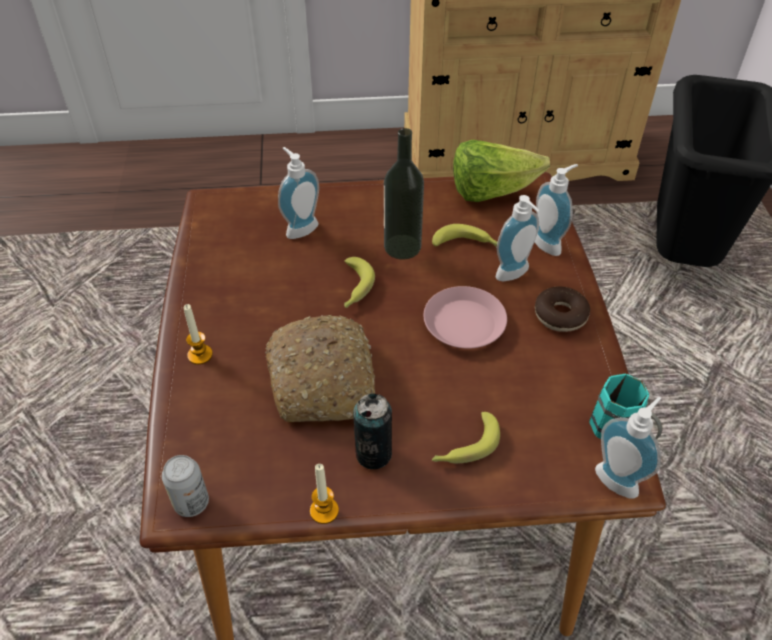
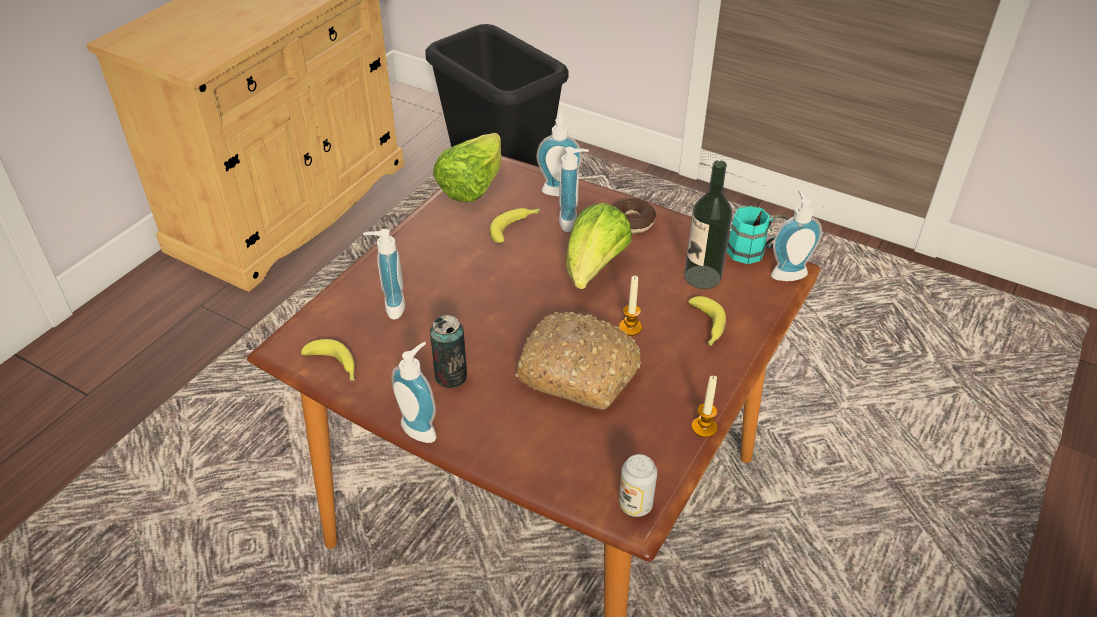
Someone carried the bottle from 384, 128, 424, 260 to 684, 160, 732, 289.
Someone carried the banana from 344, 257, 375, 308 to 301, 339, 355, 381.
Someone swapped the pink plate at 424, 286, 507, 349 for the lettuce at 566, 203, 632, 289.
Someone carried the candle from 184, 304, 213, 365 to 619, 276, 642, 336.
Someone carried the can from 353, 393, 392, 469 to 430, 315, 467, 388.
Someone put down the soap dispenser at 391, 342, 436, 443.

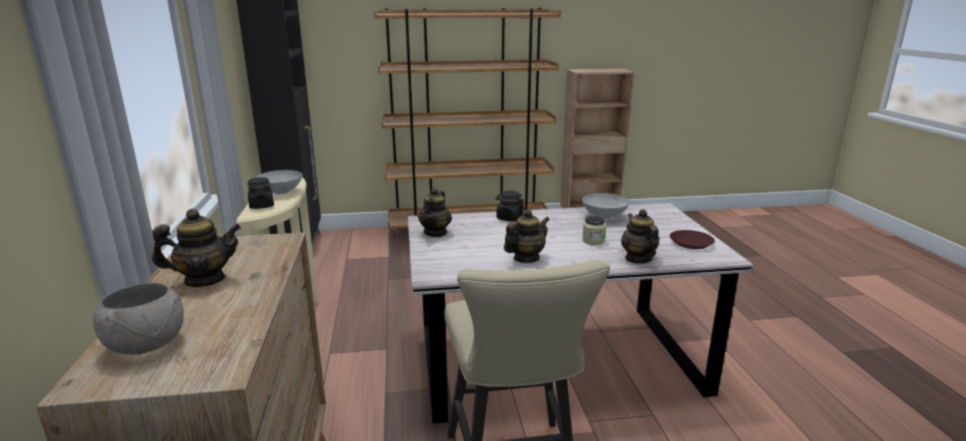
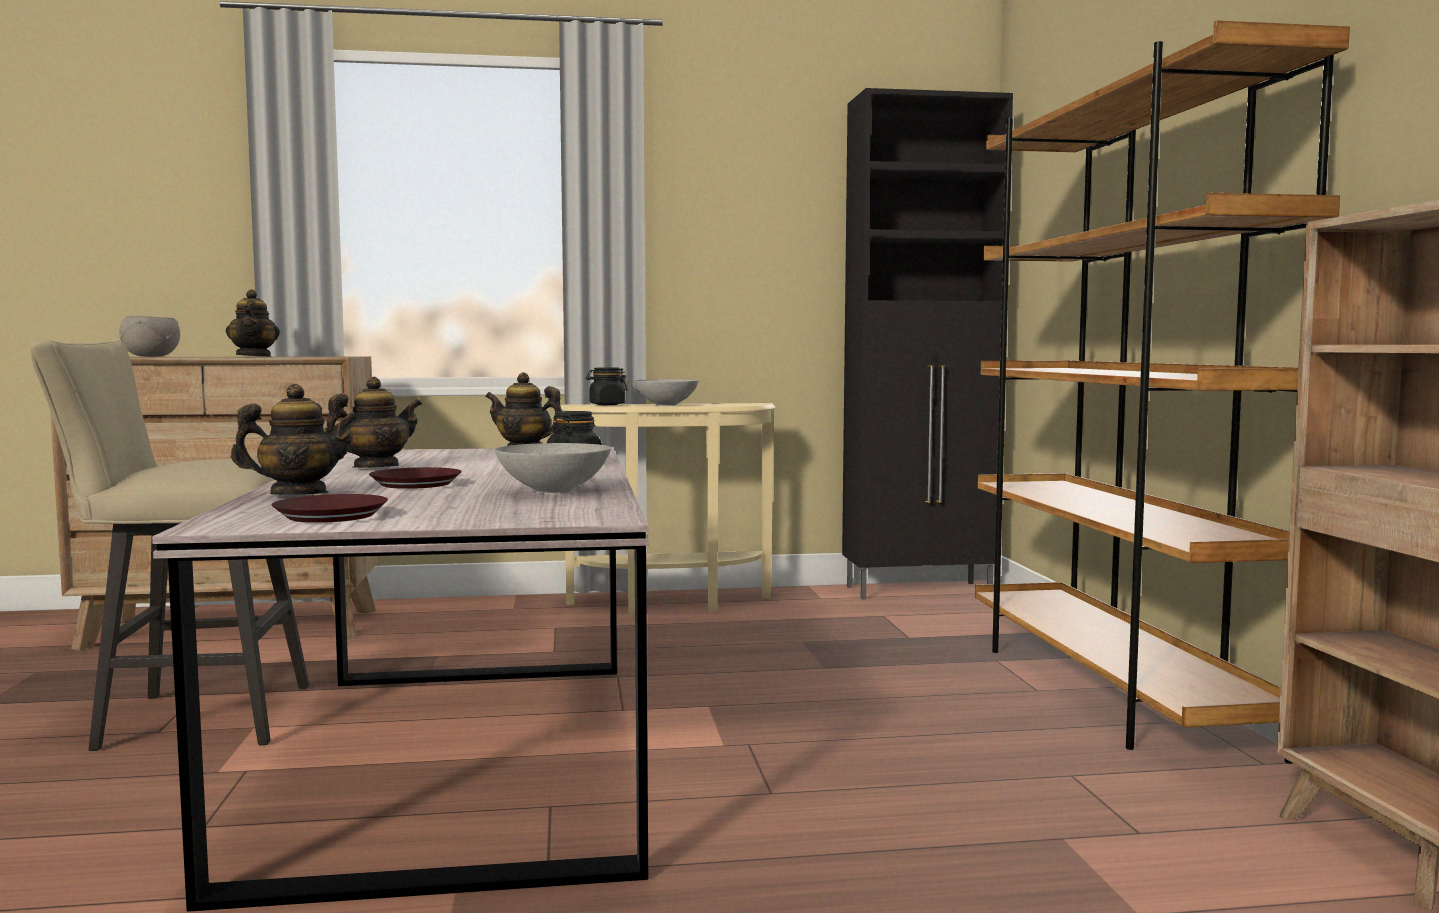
Someone rotated the teapot at 504, 209, 550, 263 by 90 degrees counterclockwise.
Someone swapped the jar at 583, 216, 606, 245 for the brown plate at 369, 467, 462, 489.

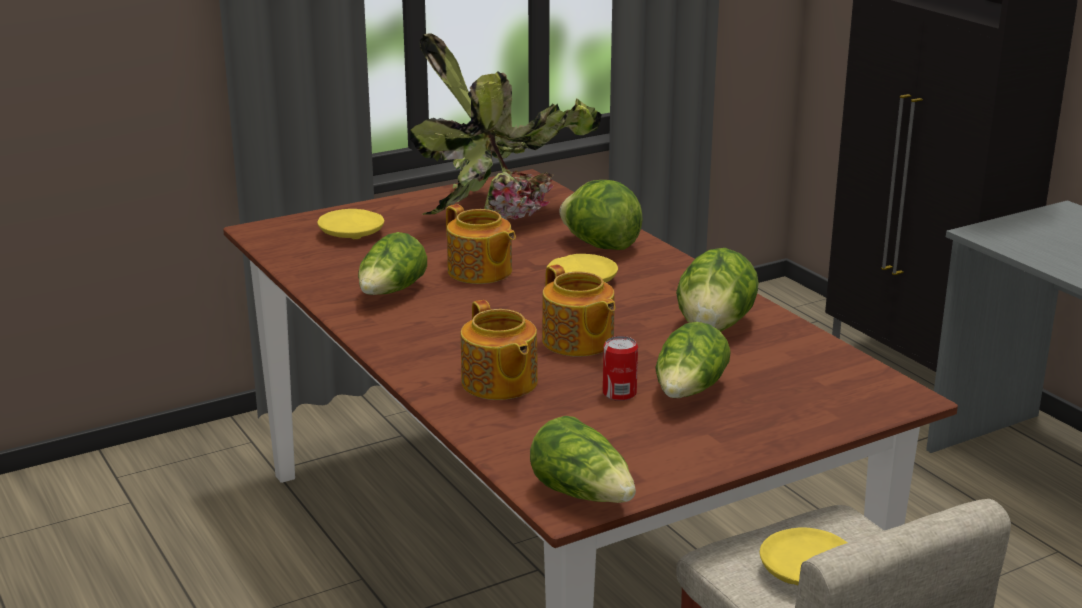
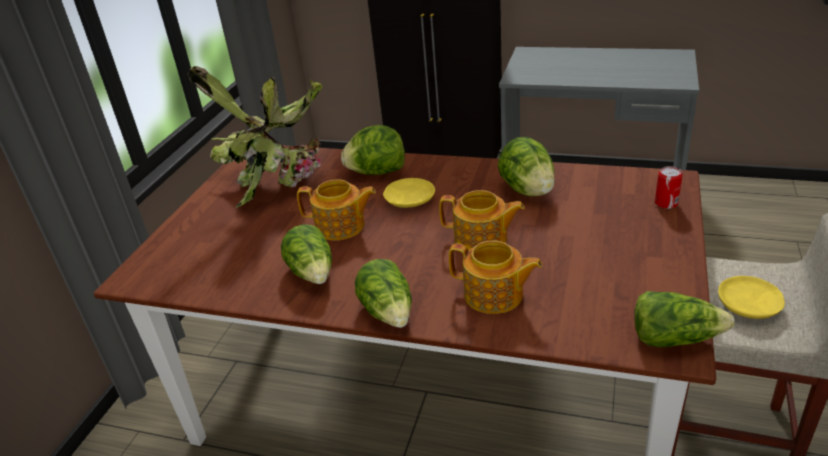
Someone took away the yellow plate at 317, 209, 384, 239.
Someone carried the lettuce from 656, 322, 731, 398 to 355, 259, 412, 328.
Someone carried the can from 603, 336, 638, 401 to 655, 166, 683, 209.

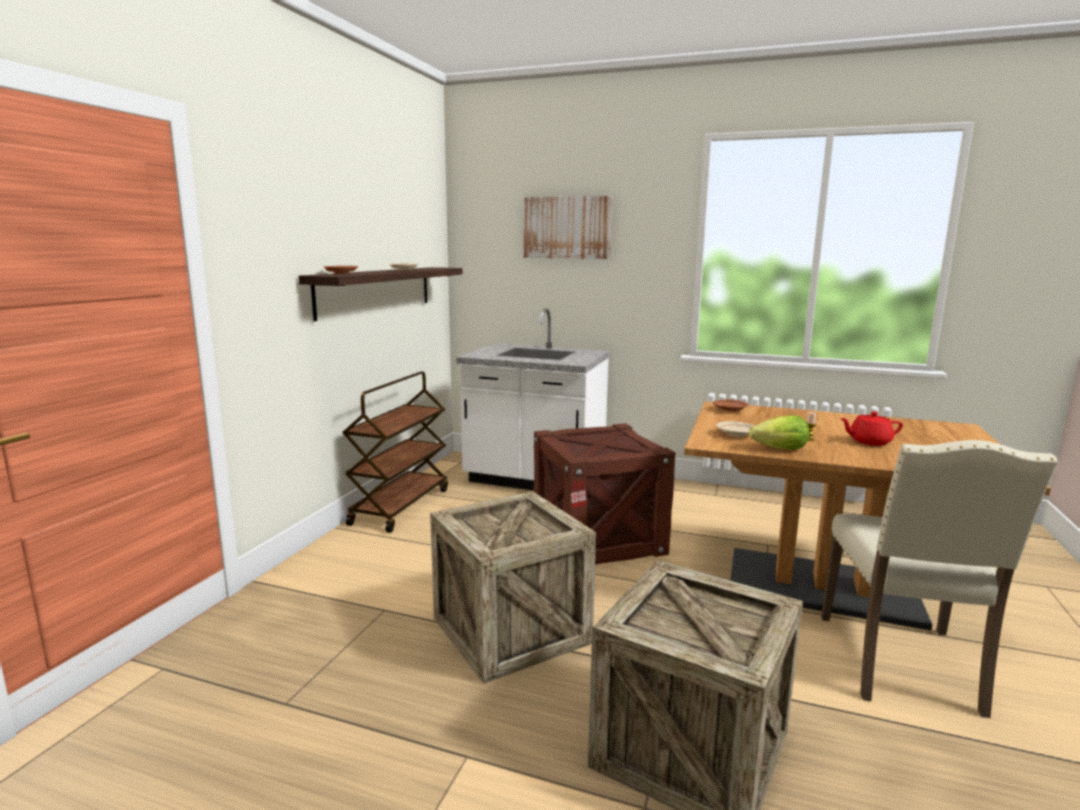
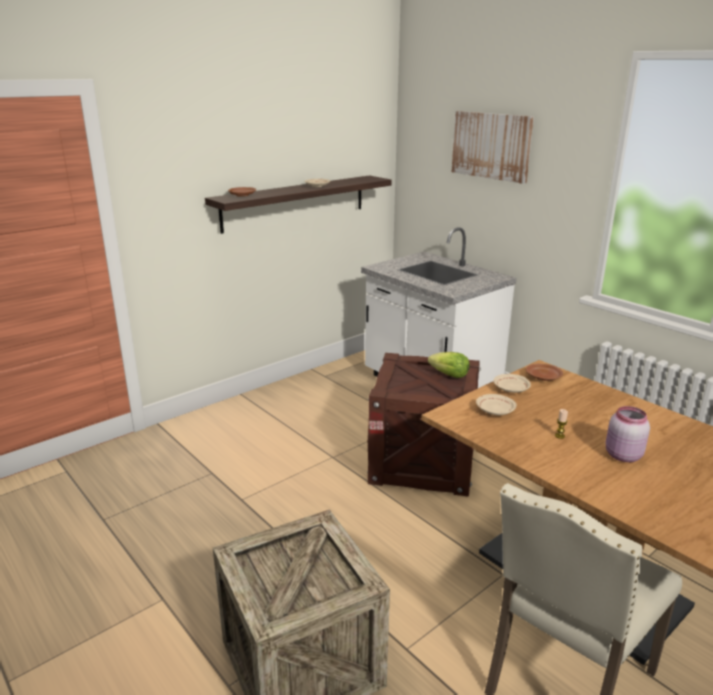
Someone took away the brown cart at 342, 371, 448, 533.
Someone swapped the red teapot at 840, 412, 903, 446 for the pink jar at 605, 406, 650, 462.
Someone carried the lettuce from 749, 415, 809, 450 to 428, 352, 469, 378.
Someone took away the crate at 430, 491, 596, 684.
Someone put down the beige plate at 493, 374, 531, 393.

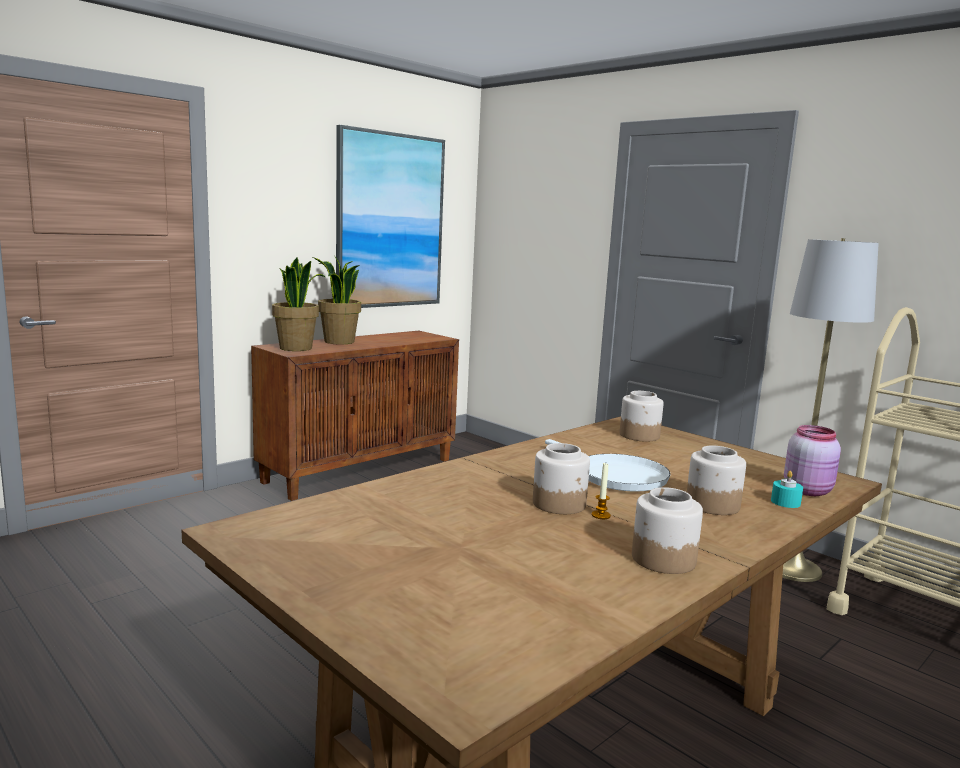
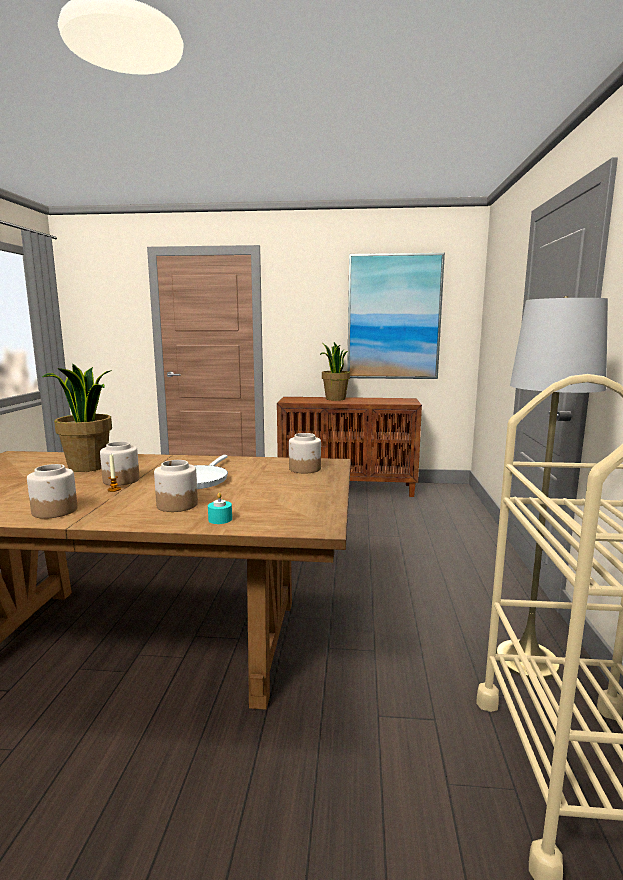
Someone carried the potted plant from 272, 257, 325, 351 to 42, 364, 112, 472.
Someone took away the pink jar at 784, 425, 841, 496.

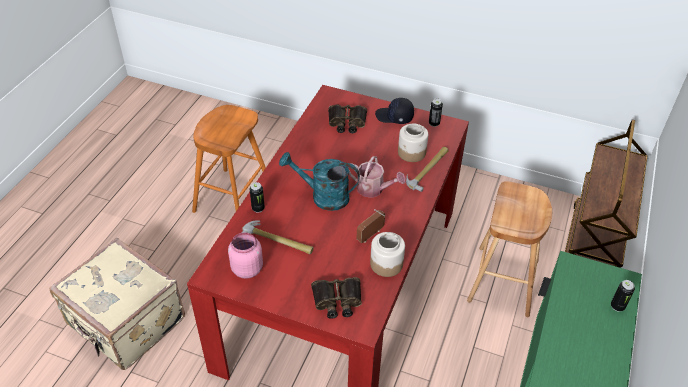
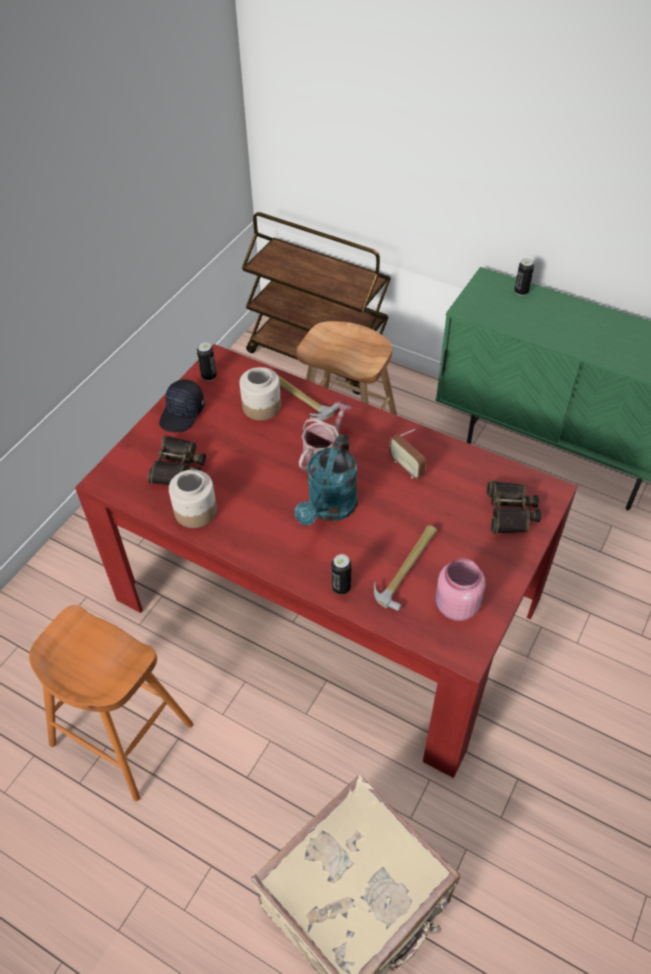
Someone carried the jar from 370, 232, 405, 277 to 169, 470, 217, 528.

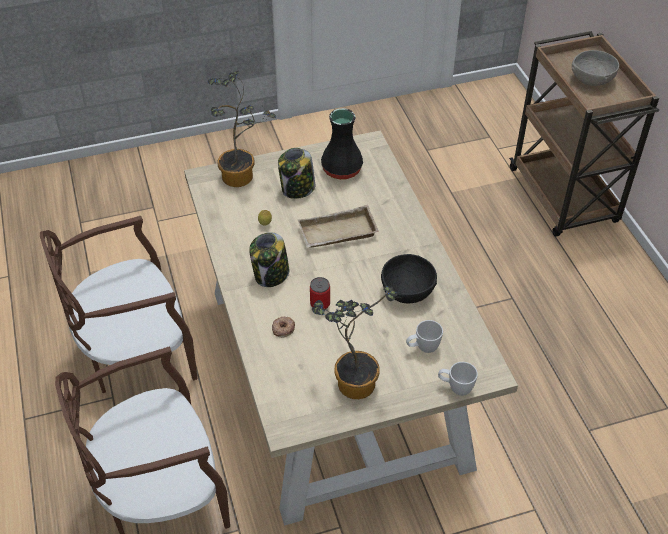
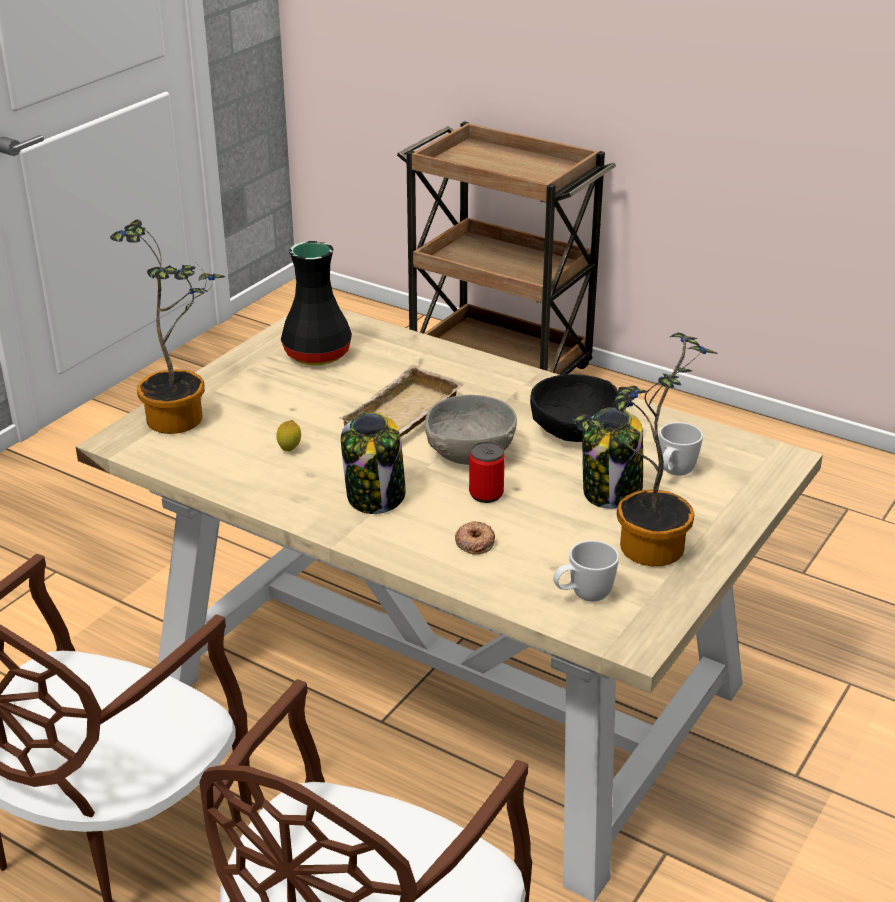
Someone carried the grey bowl from 572, 50, 619, 86 to 425, 395, 517, 465.
Someone carried the jar from 278, 148, 315, 199 to 582, 407, 643, 509.
Someone carried the white mug from 438, 362, 478, 396 to 553, 540, 619, 602.

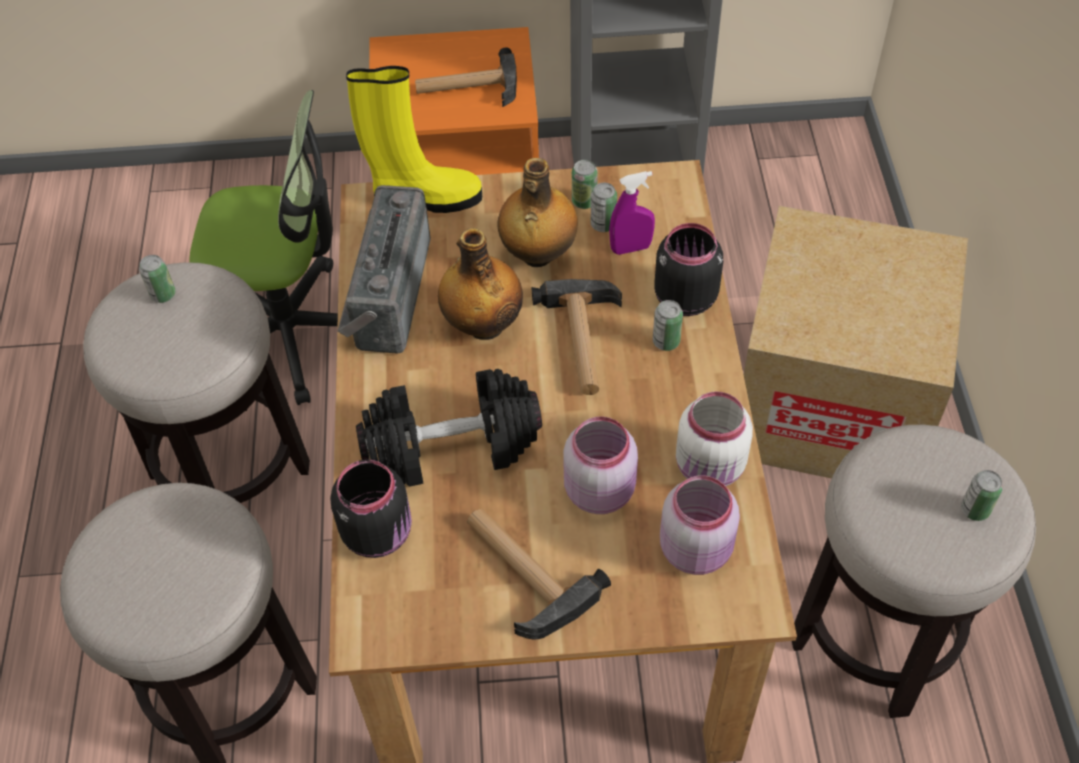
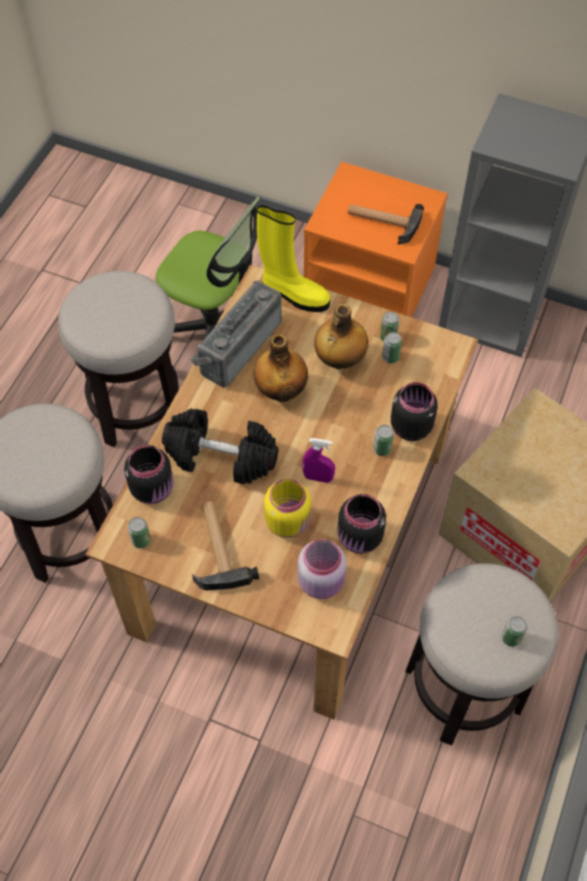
Someone carried the purple spray bottle from 609, 171, 655, 255 to 302, 438, 335, 483.
Someone carried the can from 139, 255, 176, 303 to 128, 517, 151, 548.
Someone took away the hammer at 532, 279, 622, 395.
Someone repainted the white jar at 676, 391, 753, 486, which became the black jar at 338, 494, 386, 554.
Someone repainted the pink jar at 563, 417, 638, 514, which became the yellow jar at 264, 479, 311, 538.

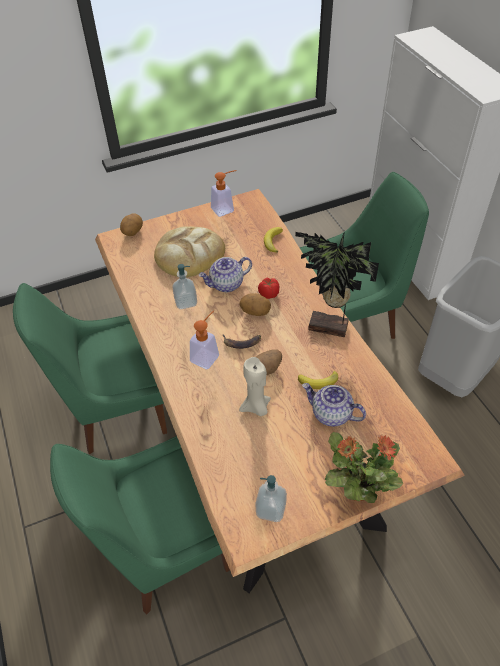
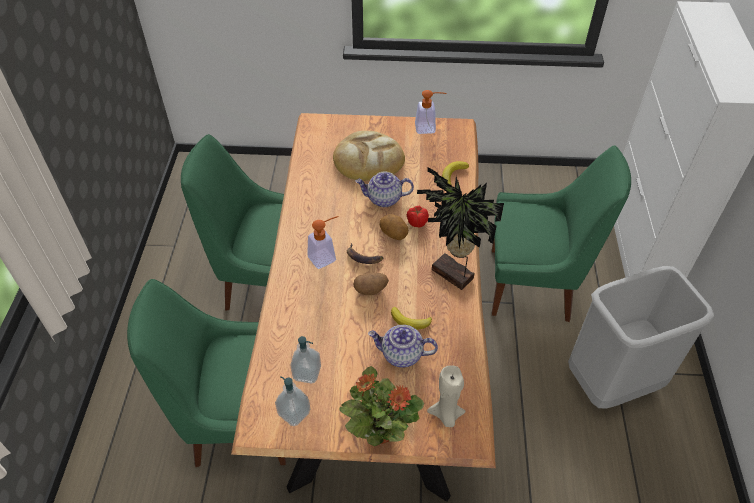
Someone took away the potato at 120, 213, 143, 236.
Someone carried the soap dispenser from 172, 264, 197, 309 to 290, 336, 321, 384.
Someone carried the beige candle from 239, 357, 271, 416 to 427, 365, 466, 427.
Someone rotated the teapot at 302, 383, 366, 427 by 45 degrees counterclockwise.

